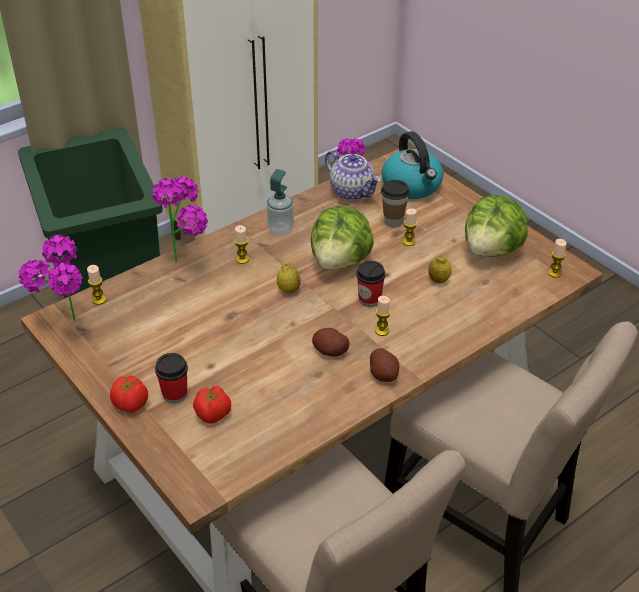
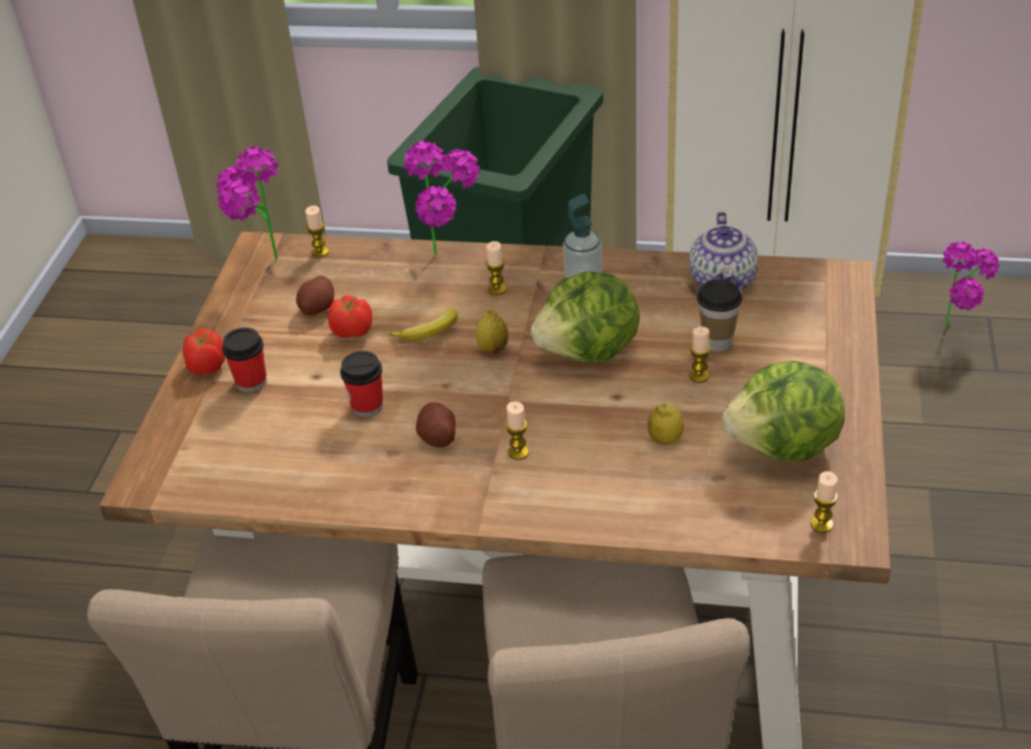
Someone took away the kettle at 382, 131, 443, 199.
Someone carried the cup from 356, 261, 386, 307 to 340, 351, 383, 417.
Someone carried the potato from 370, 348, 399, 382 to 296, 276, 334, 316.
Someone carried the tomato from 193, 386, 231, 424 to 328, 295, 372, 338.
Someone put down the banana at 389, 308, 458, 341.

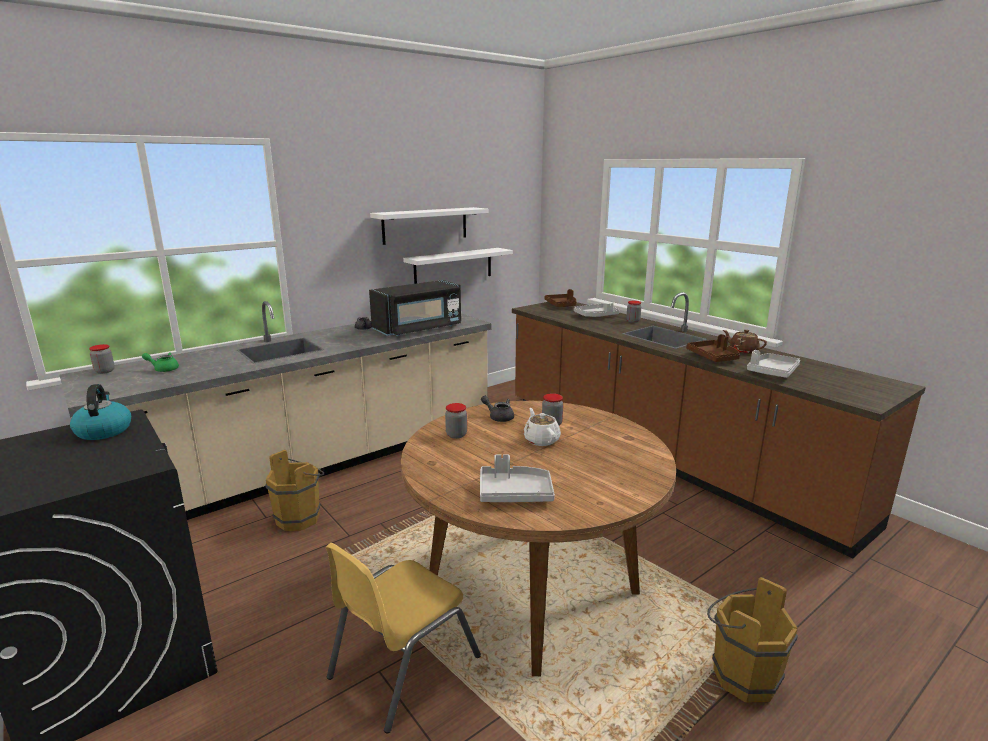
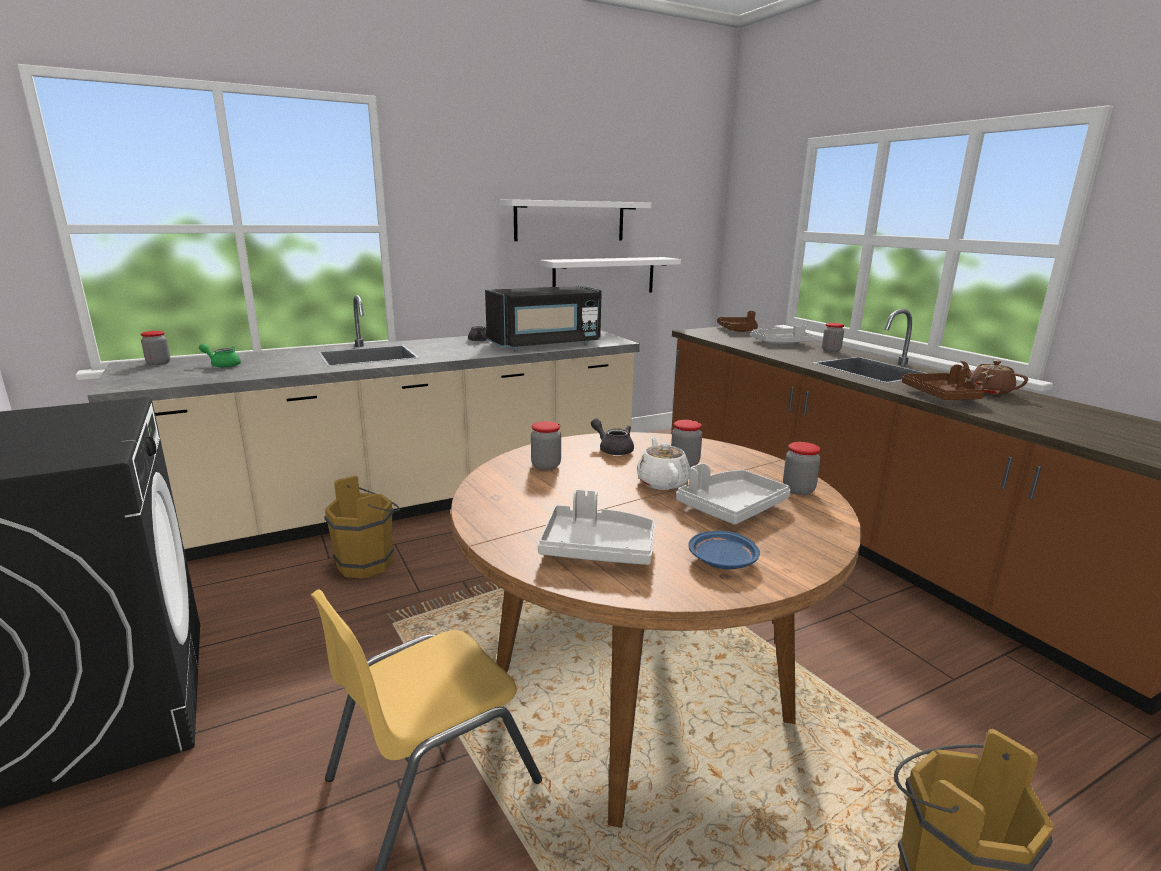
Someone carried the grey tray from 747, 350, 800, 378 to 676, 463, 791, 525.
Someone took away the kettle at 70, 384, 131, 440.
Someone put down the jar at 783, 442, 821, 495.
Someone put down the blue plate at 688, 531, 760, 569.

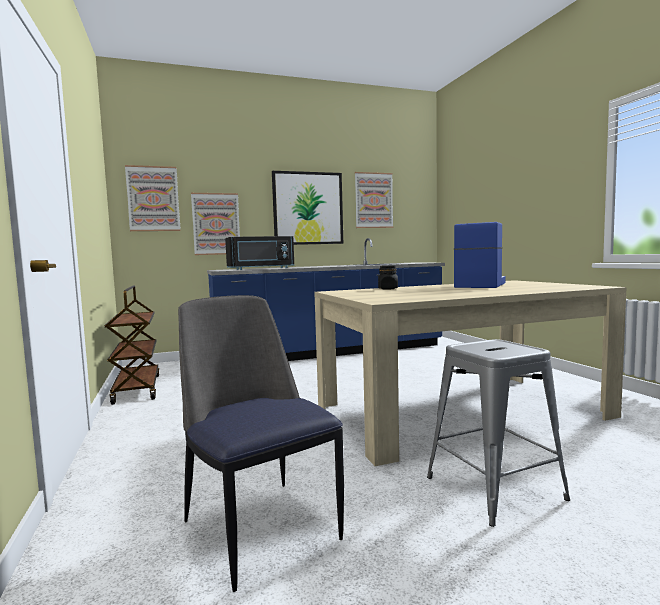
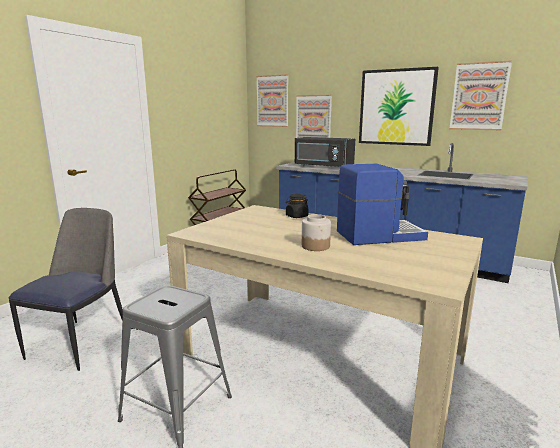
Someone put down the jar at 302, 214, 331, 251.

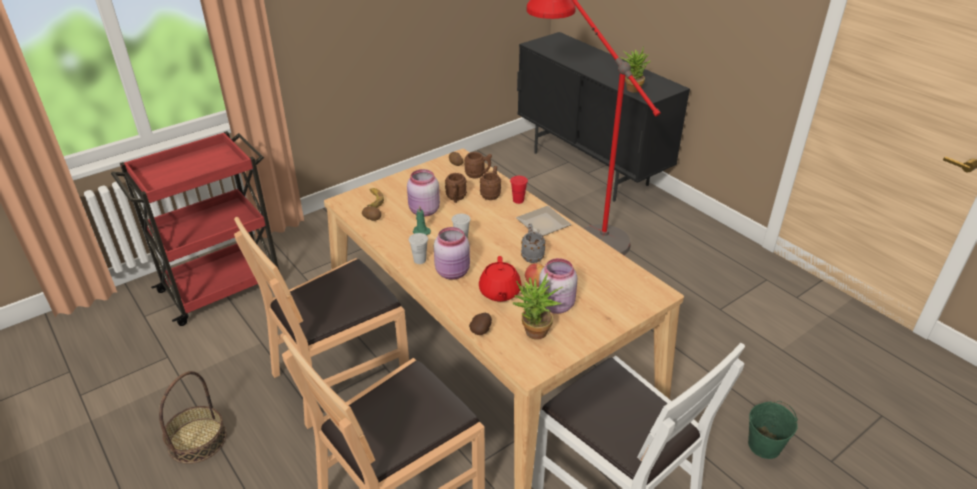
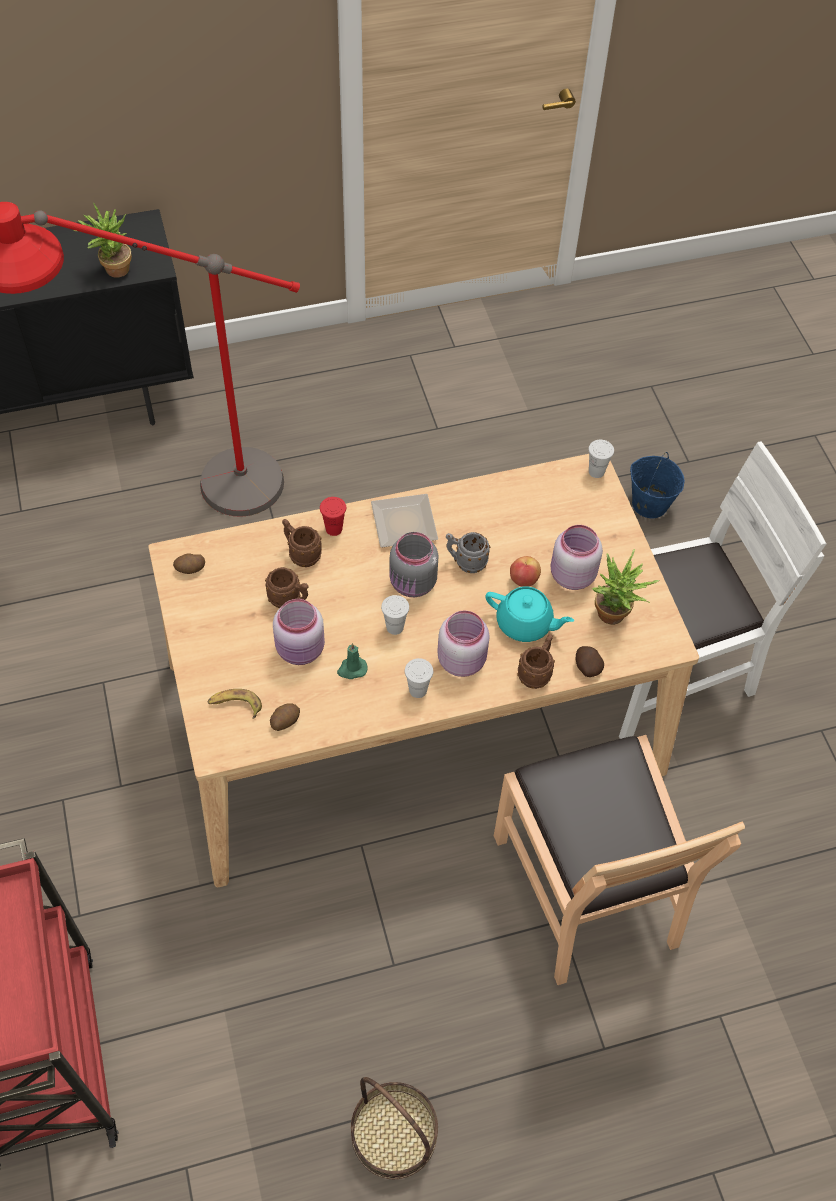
Someone carried the brown mug from 464, 152, 492, 178 to 517, 634, 555, 689.
Someone took away the brown chair at 234, 217, 409, 429.
Someone repainted the red teapot at 479, 256, 521, 302, which became the turquoise teapot at 485, 586, 574, 642.
Someone repainted the green bucket at 748, 401, 798, 459, which became the blue bucket at 630, 452, 685, 518.
Someone put down the white cup at 588, 440, 614, 478.
Someone put down the grey jar at 389, 532, 439, 597.

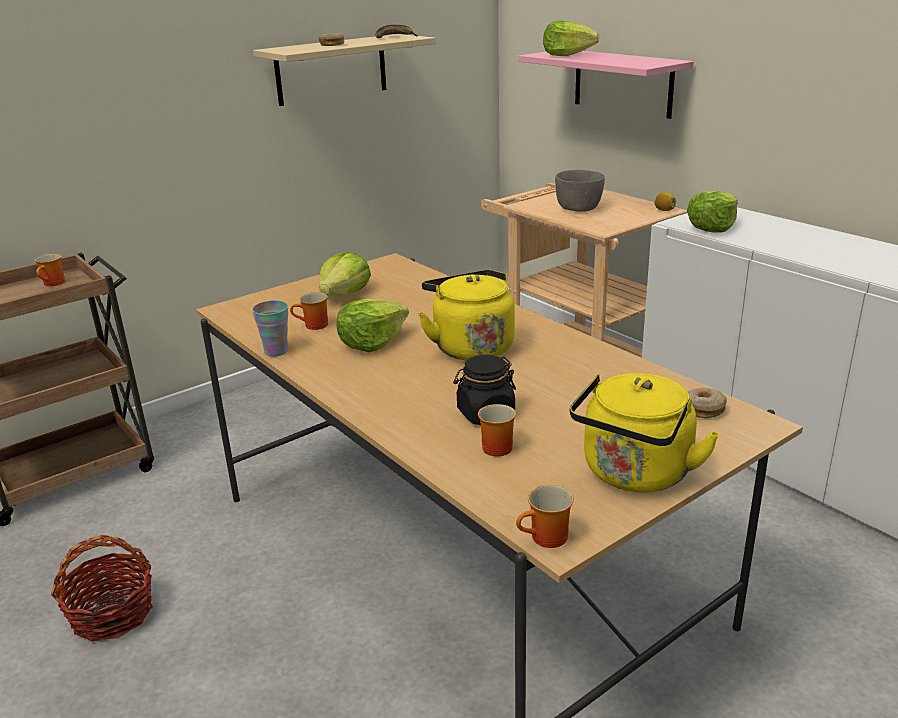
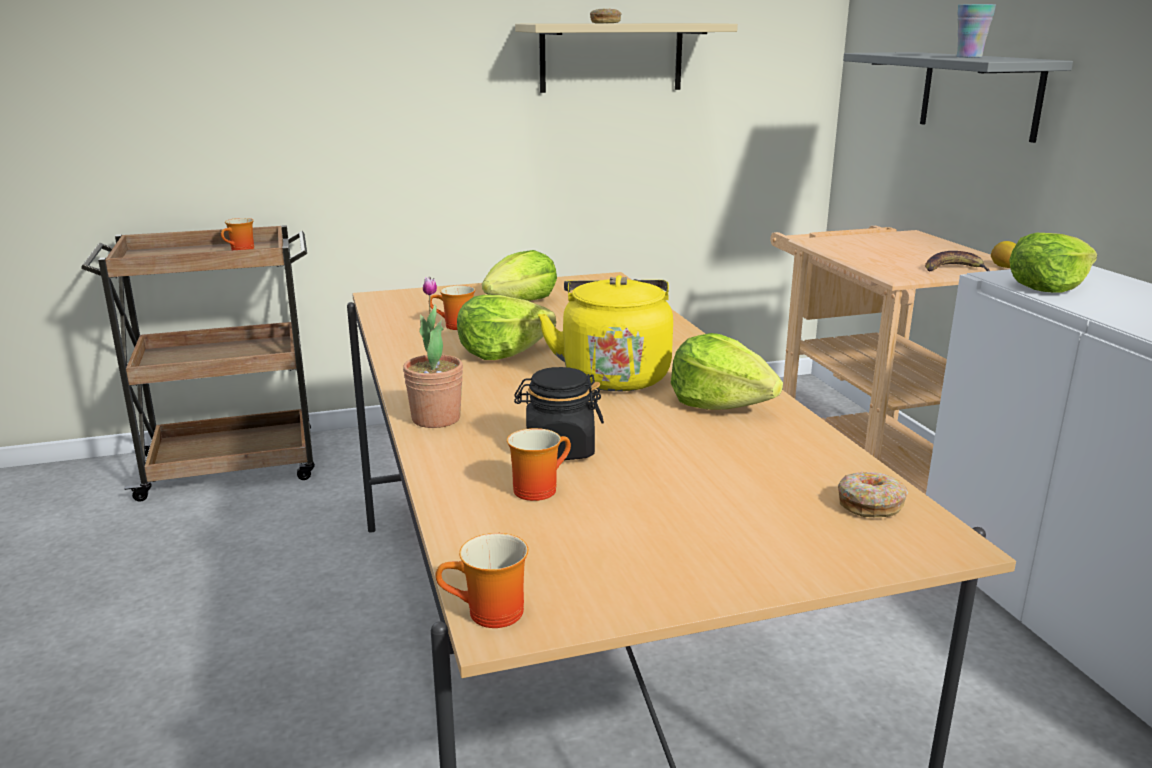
Someone carried the lettuce from 543, 21, 599, 56 to 671, 333, 783, 410.
Someone carried the banana from 375, 25, 419, 38 to 925, 251, 990, 271.
Someone repainted the pink shelf at 518, 51, 694, 119, which became the grey shelf at 843, 52, 1073, 143.
Someone took away the grey bowl at 555, 170, 605, 211.
Someone carried the cup from 252, 301, 288, 357 to 957, 4, 996, 58.
Someone took away the yellow kettle at 570, 373, 720, 492.
Someone took away the basket at 51, 535, 153, 642.
Someone put down the potted plant at 403, 276, 463, 428.

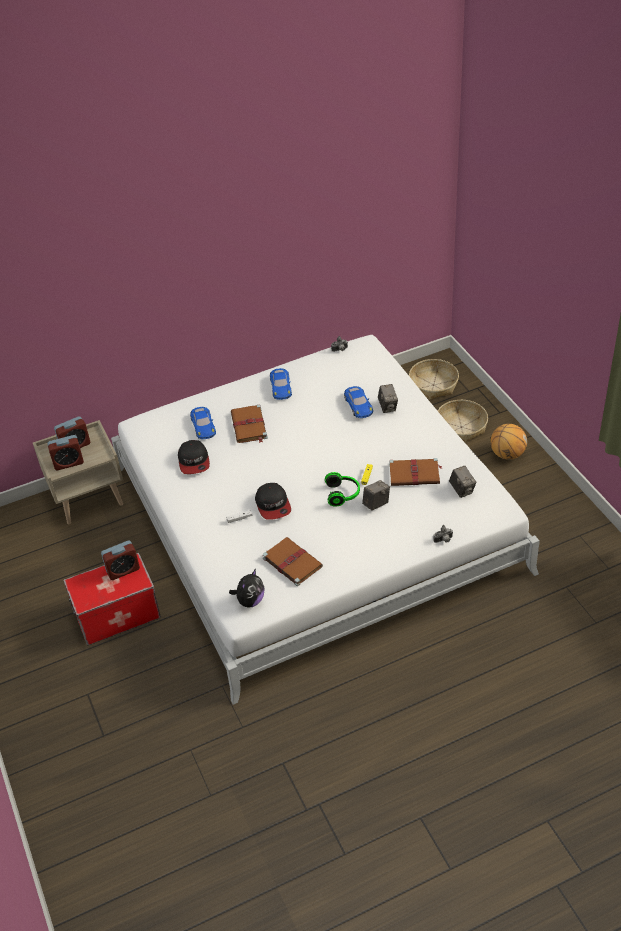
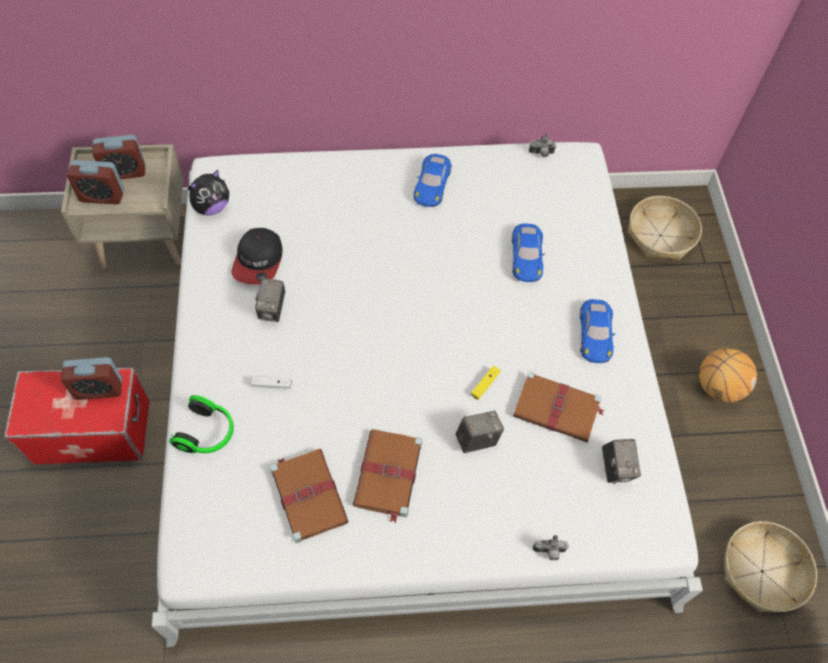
Someone carried the photo camera from 378, 384, 398, 413 to 255, 278, 285, 322.
Someone carried the basket from 438, 400, 488, 443 to 724, 521, 817, 612.
Someone carried the brown book from 231, 405, 268, 443 to 353, 430, 422, 523.
Someone carried the blue toy car from 190, 407, 216, 439 to 579, 299, 615, 363.
Someone carried the headphones from 325, 472, 360, 507 to 169, 395, 234, 453.
Someone took away the cap at 255, 483, 291, 520.
Someone carried the plush toy from 229, 569, 265, 608 to 188, 170, 229, 216.

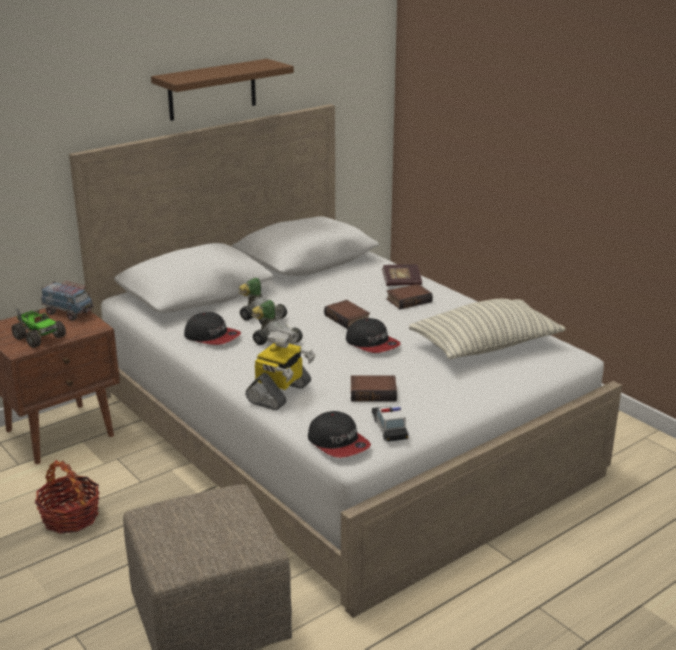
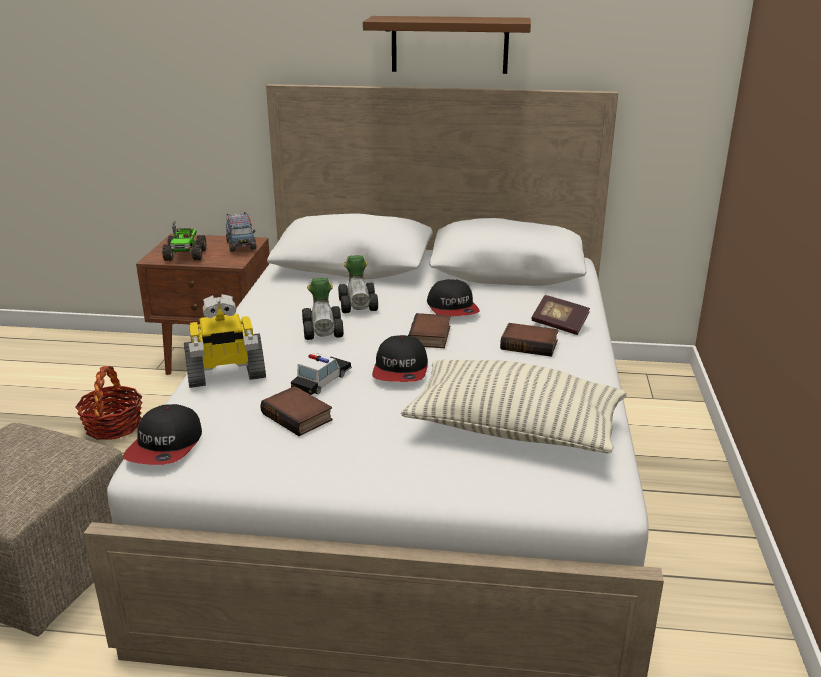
Someone carried the cap from 184, 312, 241, 345 to 427, 279, 480, 317.
Someone carried the toy car from 371, 405, 408, 442 to 291, 353, 352, 395.

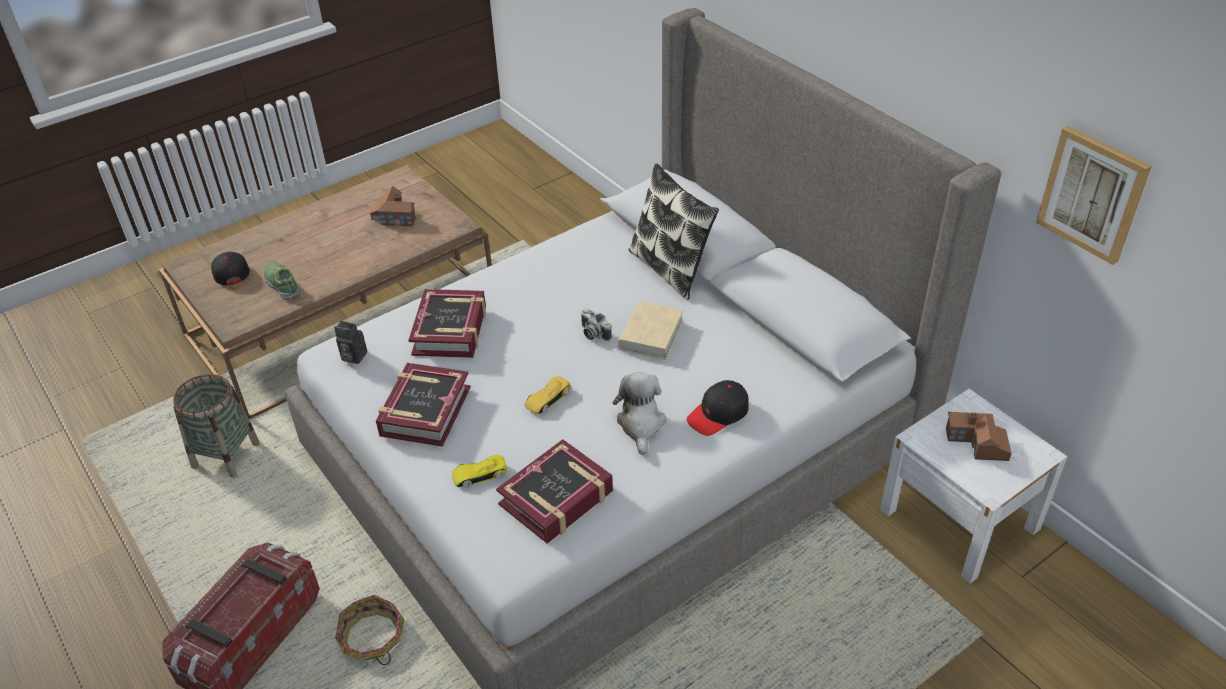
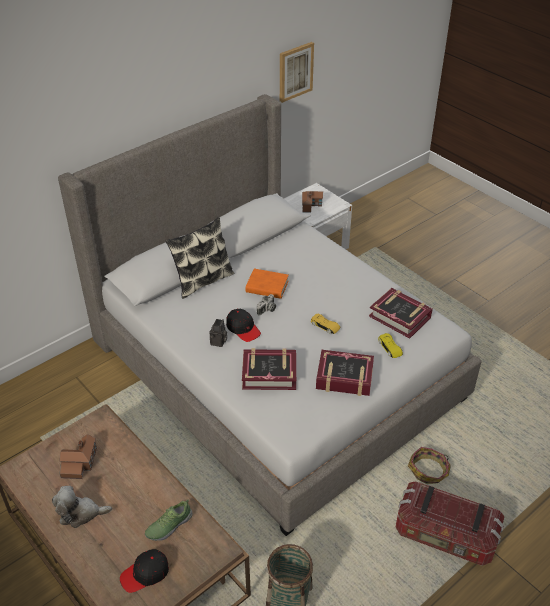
Someone repainted the beige book at 618, 301, 683, 360, which became the orange book at 246, 268, 289, 299.
Someone carried the photo camera from 334, 321, 367, 364 to 210, 319, 227, 347.
Someone carried the plush toy from 613, 372, 666, 455 to 52, 486, 112, 528.
Someone carried the black cap from 686, 380, 748, 436 to 226, 309, 261, 342.

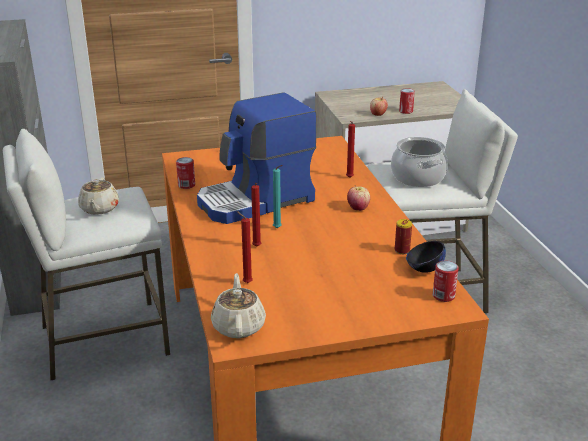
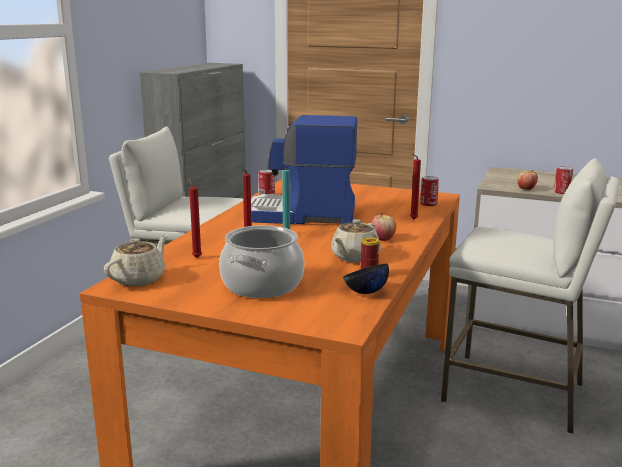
Someone carried the cooking pot from 391, 137, 448, 187 to 219, 225, 304, 298.
Someone carried the beige teapot from 78, 177, 119, 215 to 331, 219, 381, 263.
Someone carried the can from 433, 261, 459, 302 to 420, 176, 439, 206.

